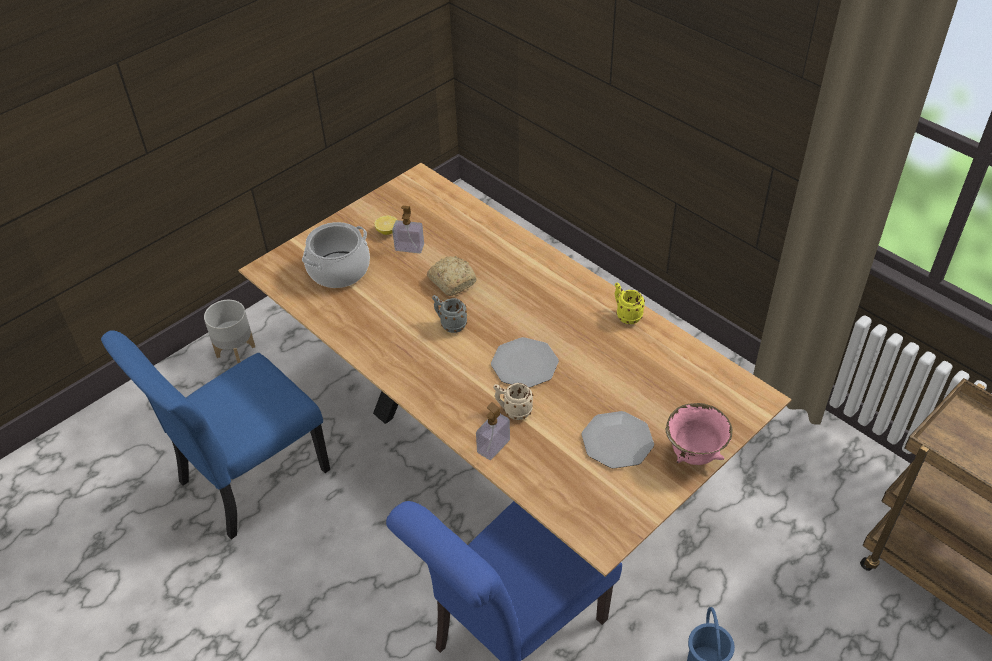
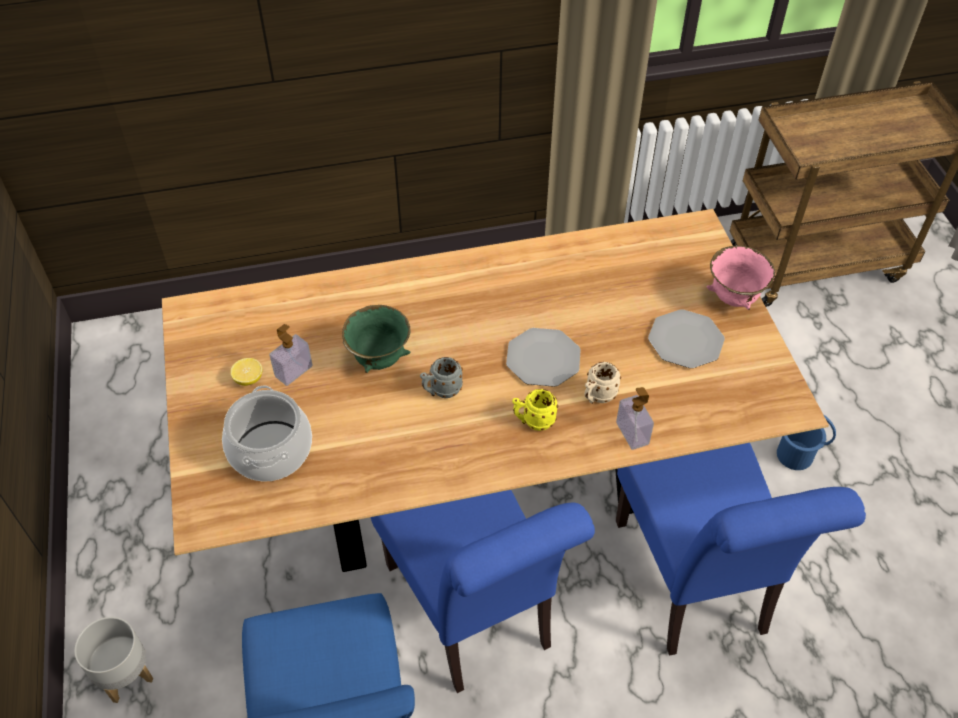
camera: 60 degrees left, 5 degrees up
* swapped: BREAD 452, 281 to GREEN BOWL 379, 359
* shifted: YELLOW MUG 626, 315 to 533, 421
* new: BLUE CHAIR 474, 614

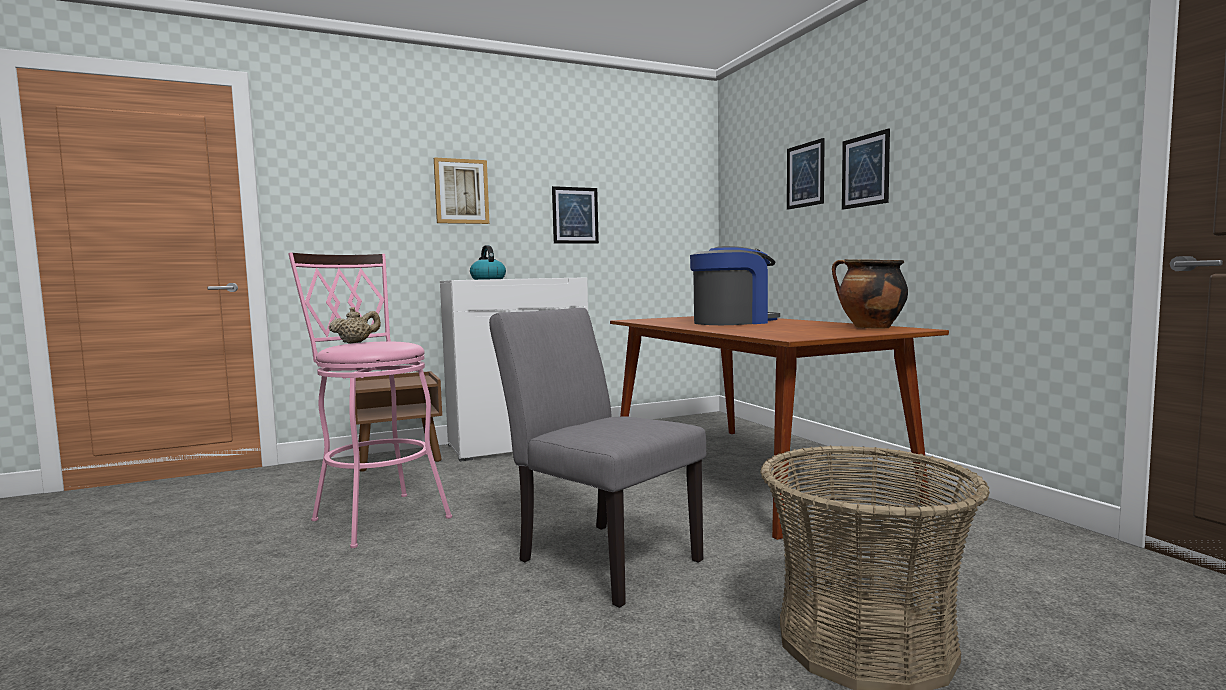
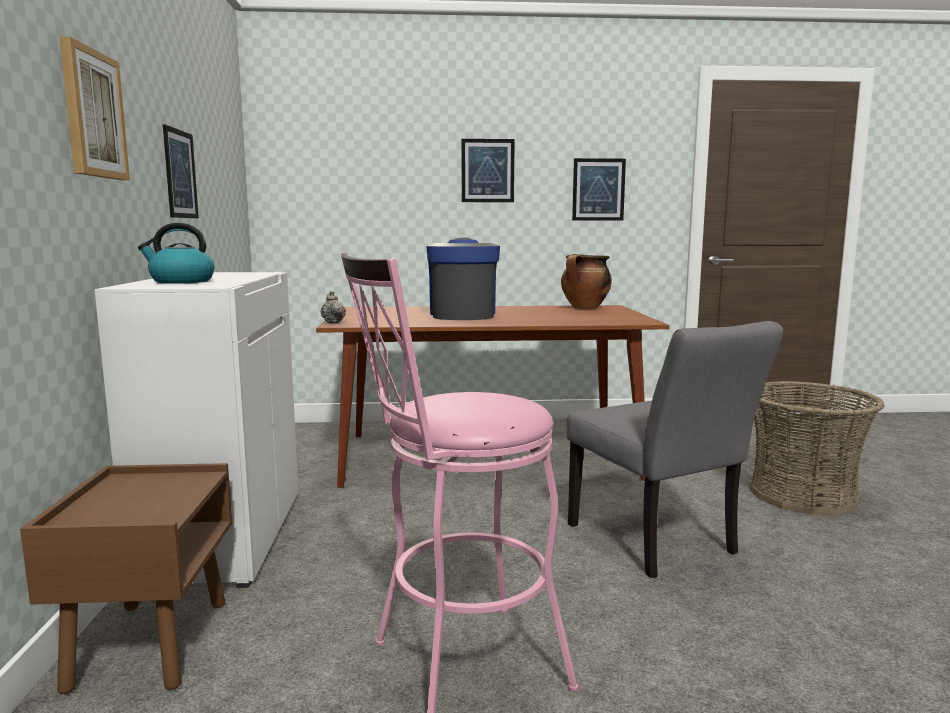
camera: 70 degrees left, 5 degrees up
* shifted: BEIGE TEAPOT 356, 342 to 333, 322
* rotated: GREY CHAIR 599, 556 = 659, 544 90 degrees counterclockwise
* shifted: PICTURE 805, 175 to 598, 189

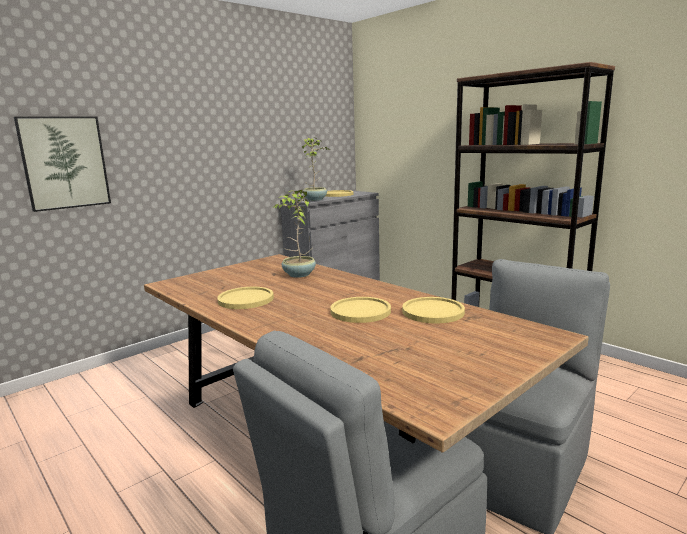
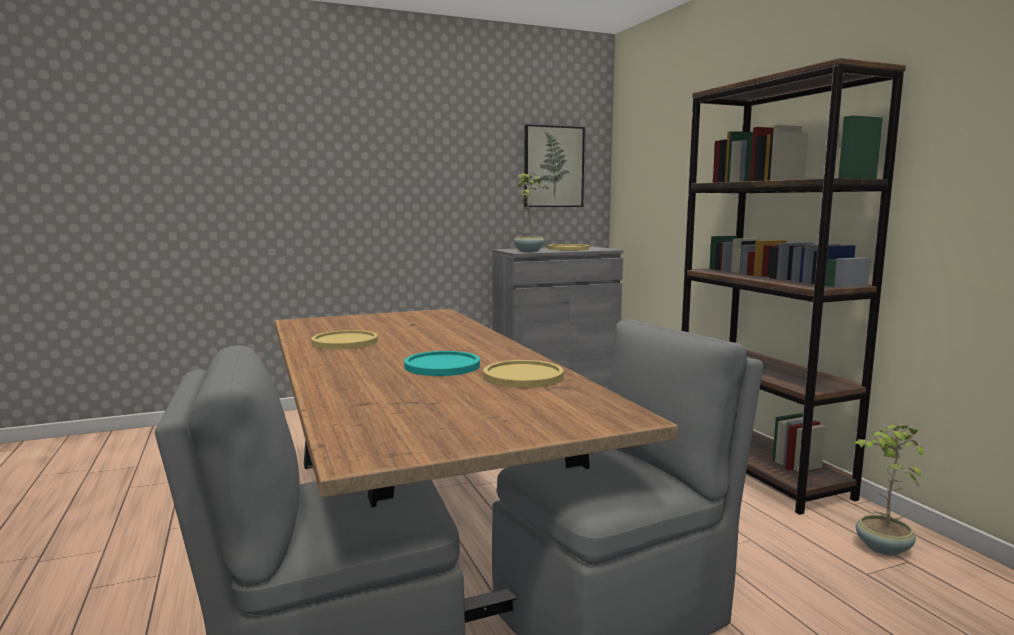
camera: 20 degrees right, 5 degrees down
* shifted: PICTURE 64, 162 to 553, 167
* shifted: POTTED PLANT 298, 275 to 882, 548
* repainted: YELLOW PLATE 360, 311 to TURQUOISE PLATE 442, 366

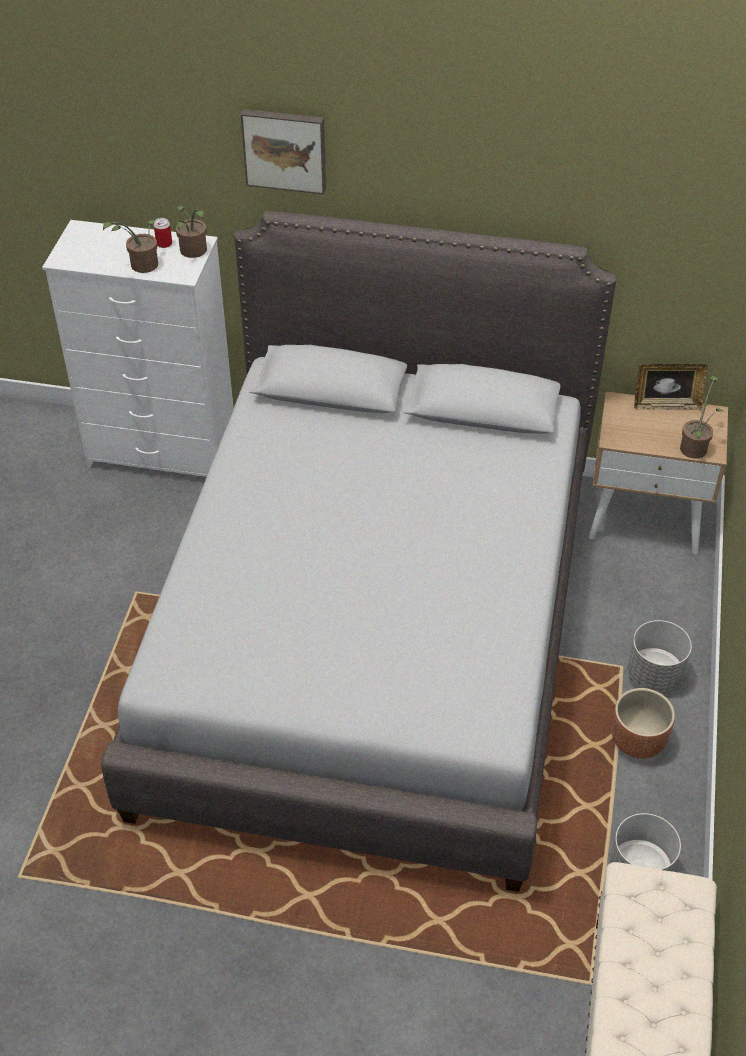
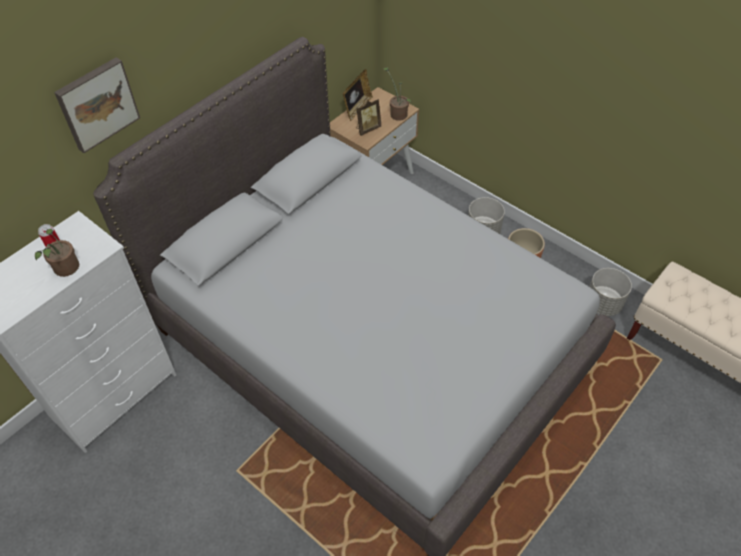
camera: 60 degrees left, 5 degrees up
* gone: POTTED PLANT 193, 252
* new: PICTURE FRAME 367, 129

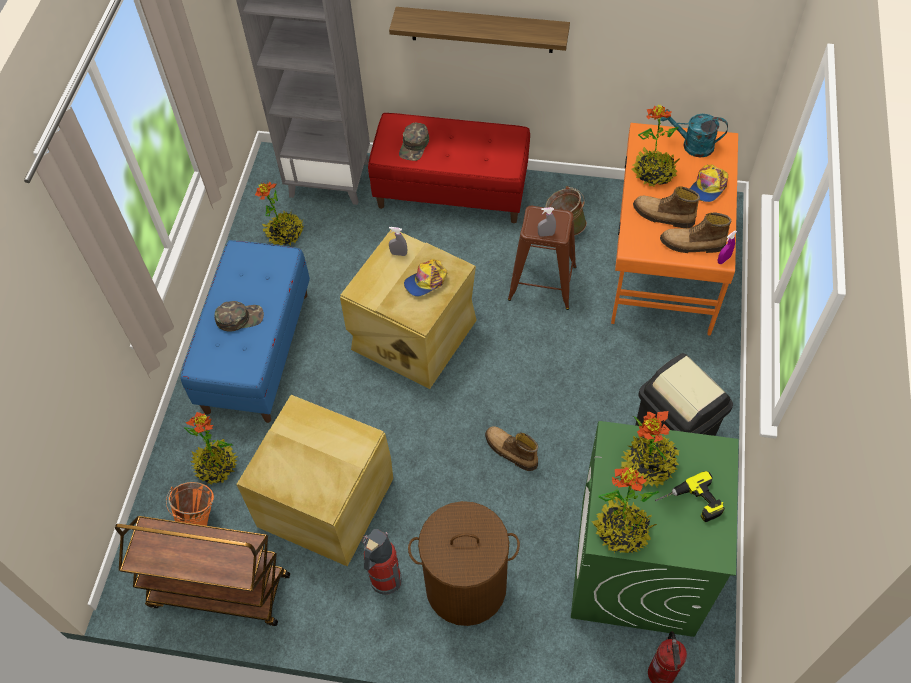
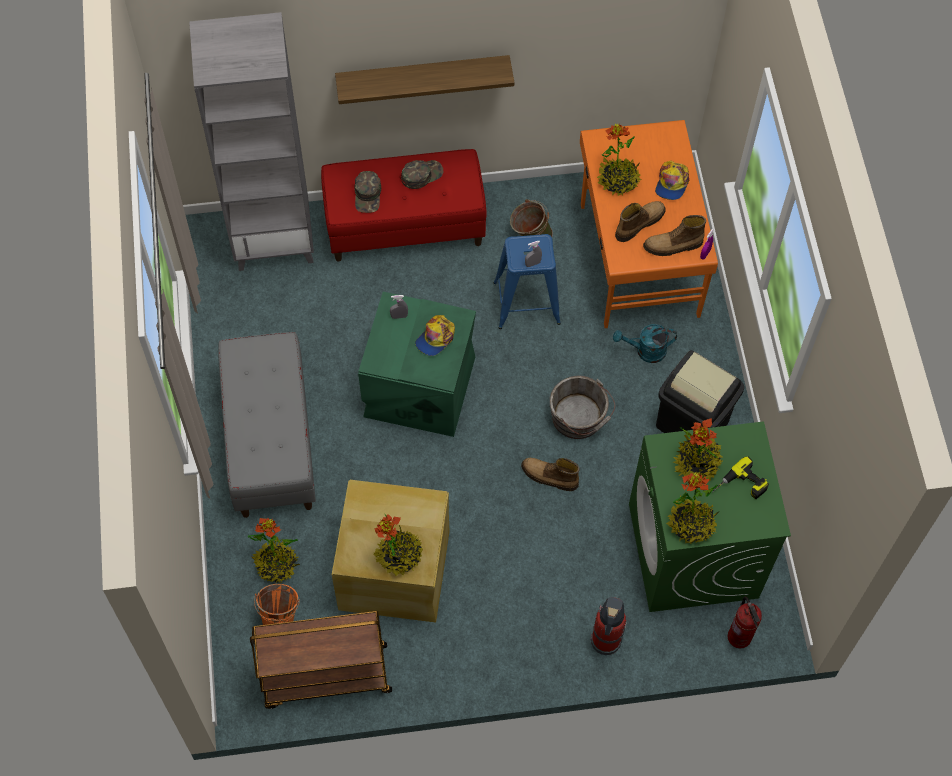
camera: 20 degrees left, 5 degrees up
* repainted: BLUE BENCH 257, 351 to GREY BENCH 270, 442
* shifted: GREEN CAP 240, 317 to 421, 175
* shifted: POTTED PLANT 285, 233 to 399, 555
* repainted: BEIGE STORAGE BOX 412, 335 to GREEN STORAGE BOX 418, 387
* shifted: FIRE EXTINGUISHER 384, 580 to 605, 642
* gone: BROWN LAUNDRY BASKET 465, 586
* repainted: BROWN STOOL 542, 283 to BLUE STOOL 526, 303
* rotated: BOOT 662, 216 = 639, 223 135 degrees clockwise
* shifted: TURQUOISE WATERING CAN 692, 145 to 645, 351
* new: GREY BUCKET 579, 418

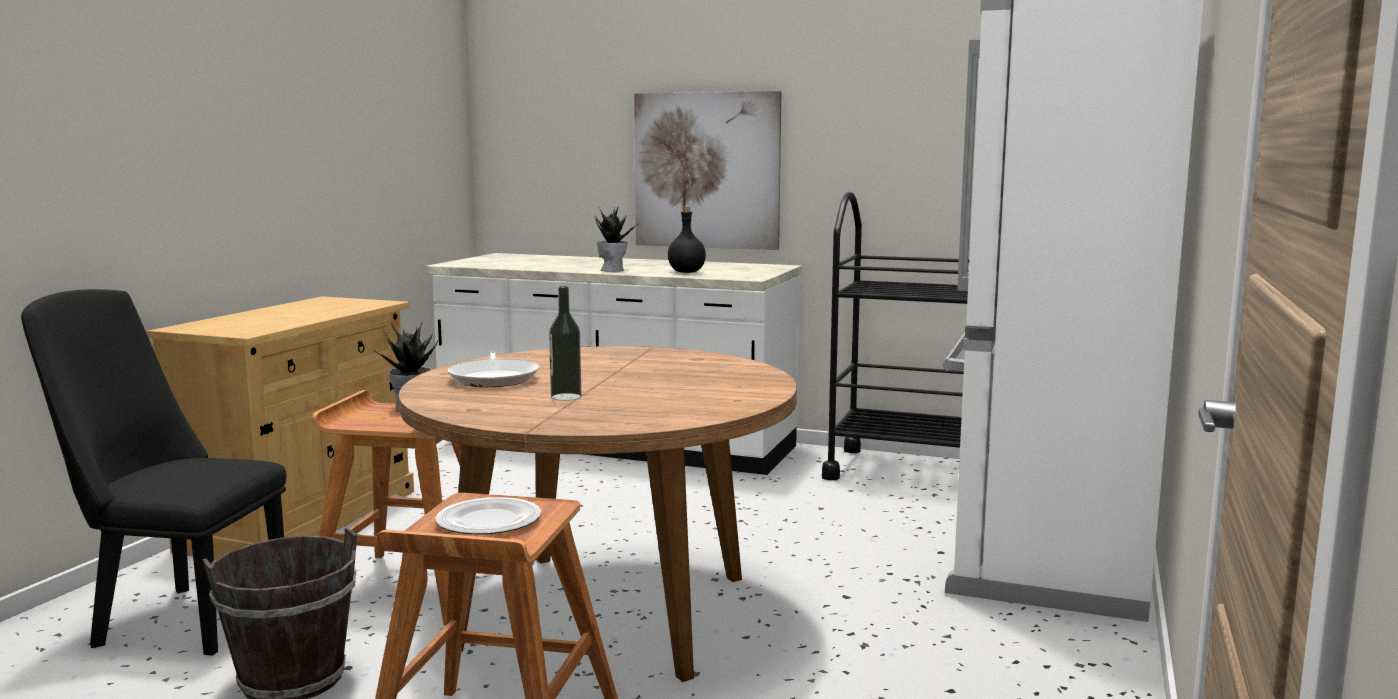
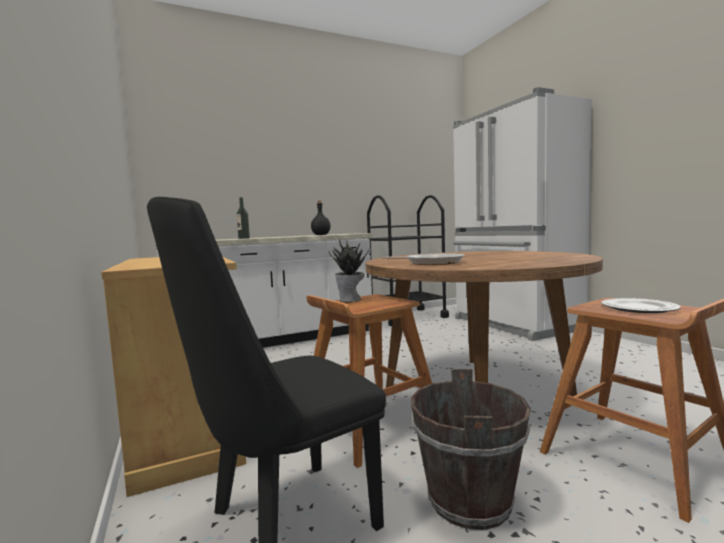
camera: 45 degrees left, 5 degrees down
* shifted: BOTTLE 566, 397 to 244, 238
* gone: POTTED PLANT 613, 270
* gone: PICTURE 706, 170

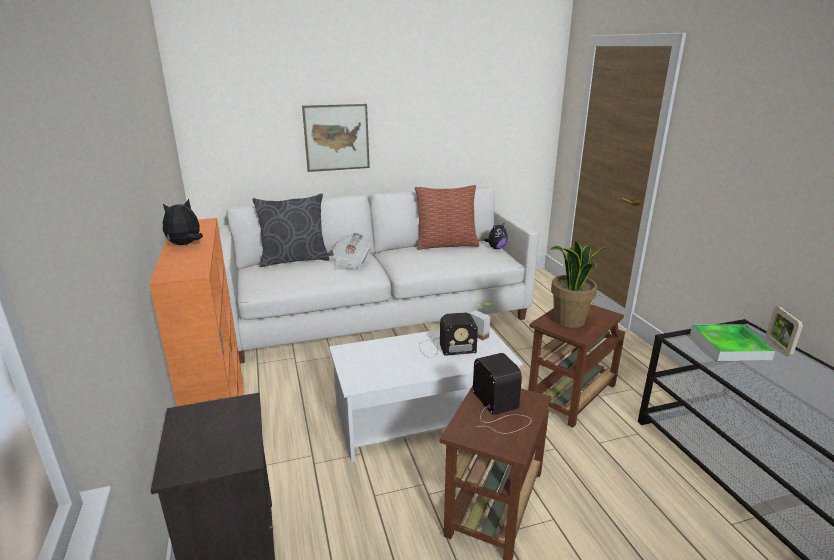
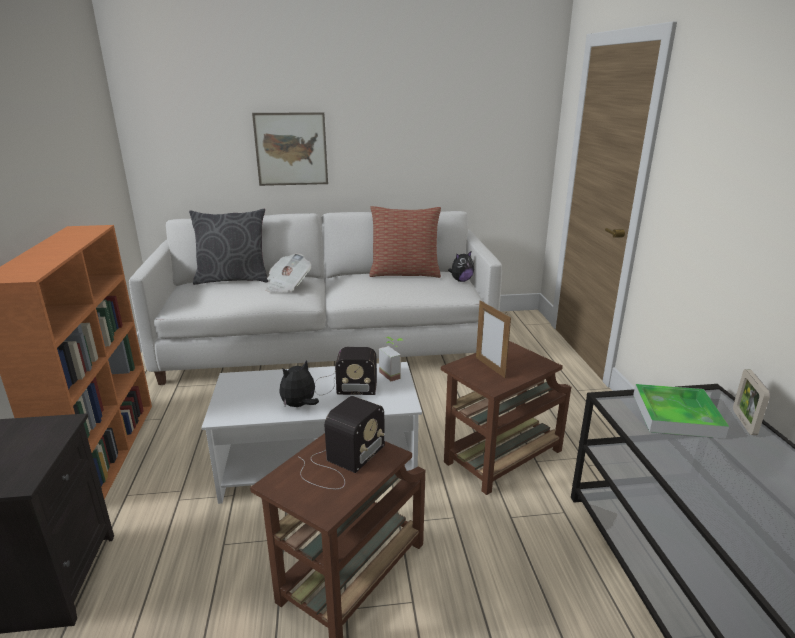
camera: 10 degrees right, 0 degrees up
* shifted: PLUSH TOY 185, 244 to 299, 406
* rotated: RADIO 500, 410 = 341, 462 45 degrees clockwise
* swapped: POTTED PLANT 569, 321 to PICTURE FRAME 490, 367

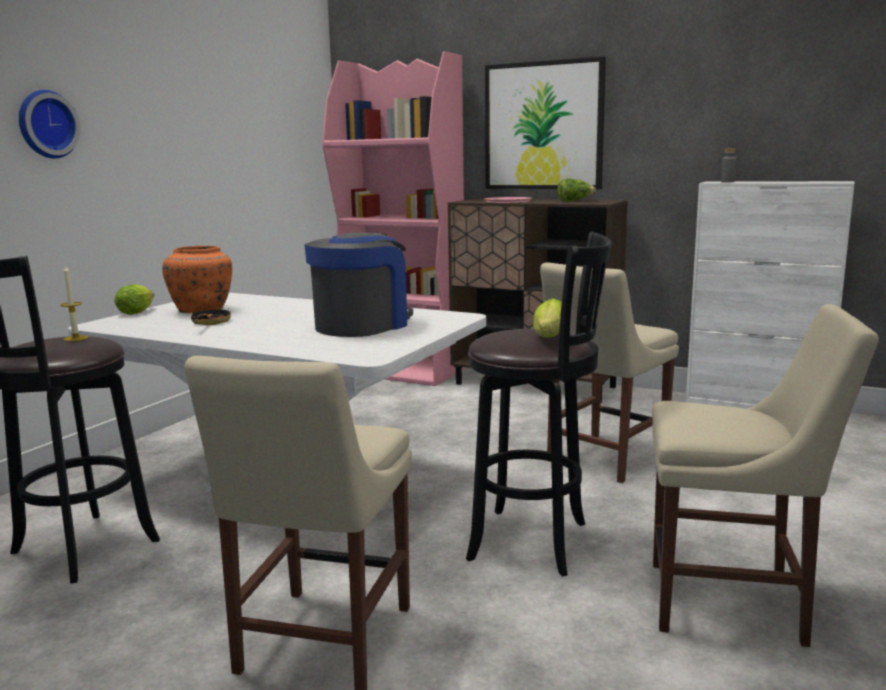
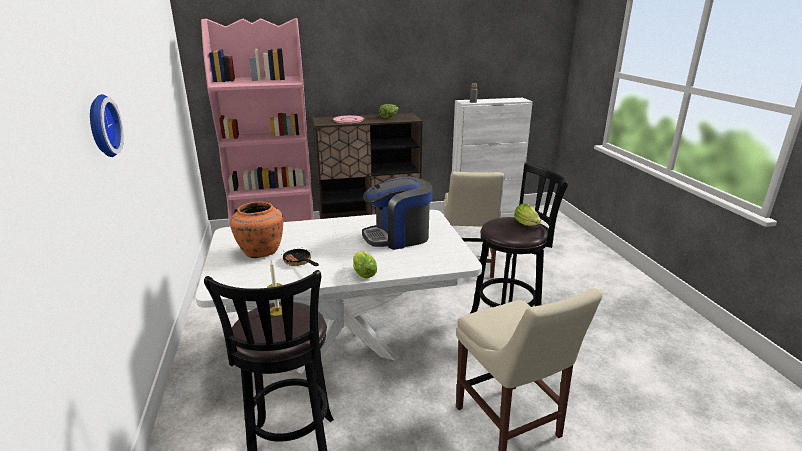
camera: 40 degrees left, 10 degrees up
* shifted: LETTUCE 138, 312 to 363, 273
* rotated: COFFEE MACHINE 362, 325 = 398, 237 105 degrees counterclockwise
* gone: PICTURE 543, 126
* gone: BEIGE CHAIR 734, 603

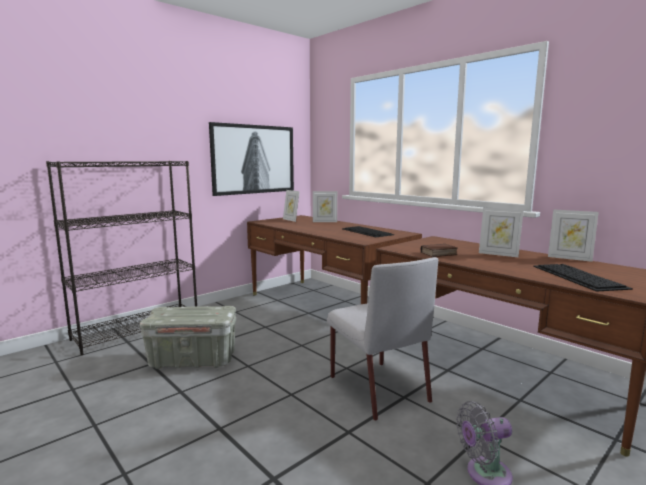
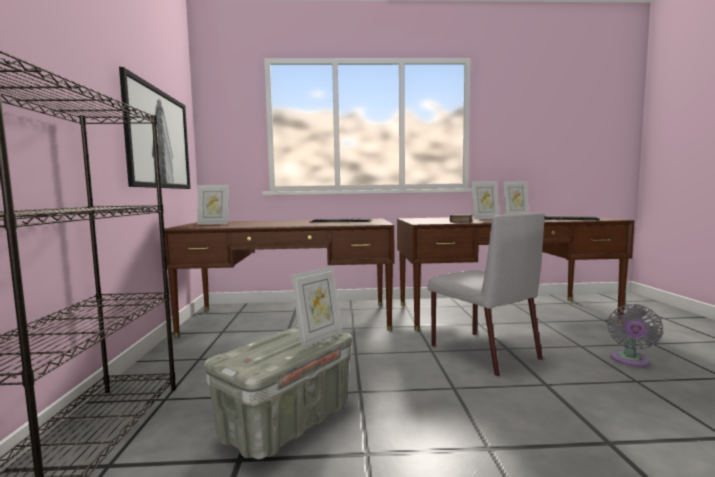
camera: 50 degrees left, 5 degrees down
* shifted: PICTURE FRAME 325, 221 to 318, 338
* rotated: GREY CHAIR 377, 388 = 482, 352 45 degrees clockwise

